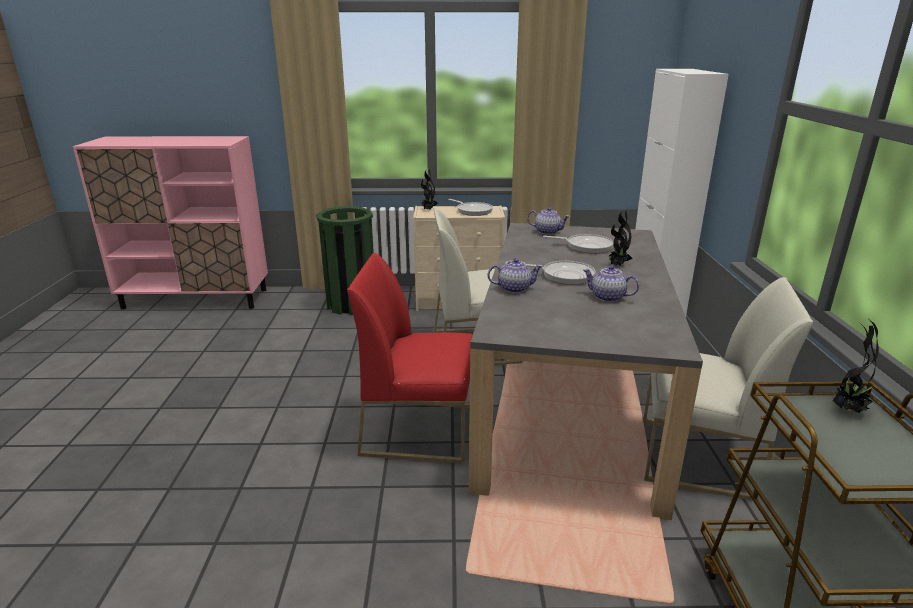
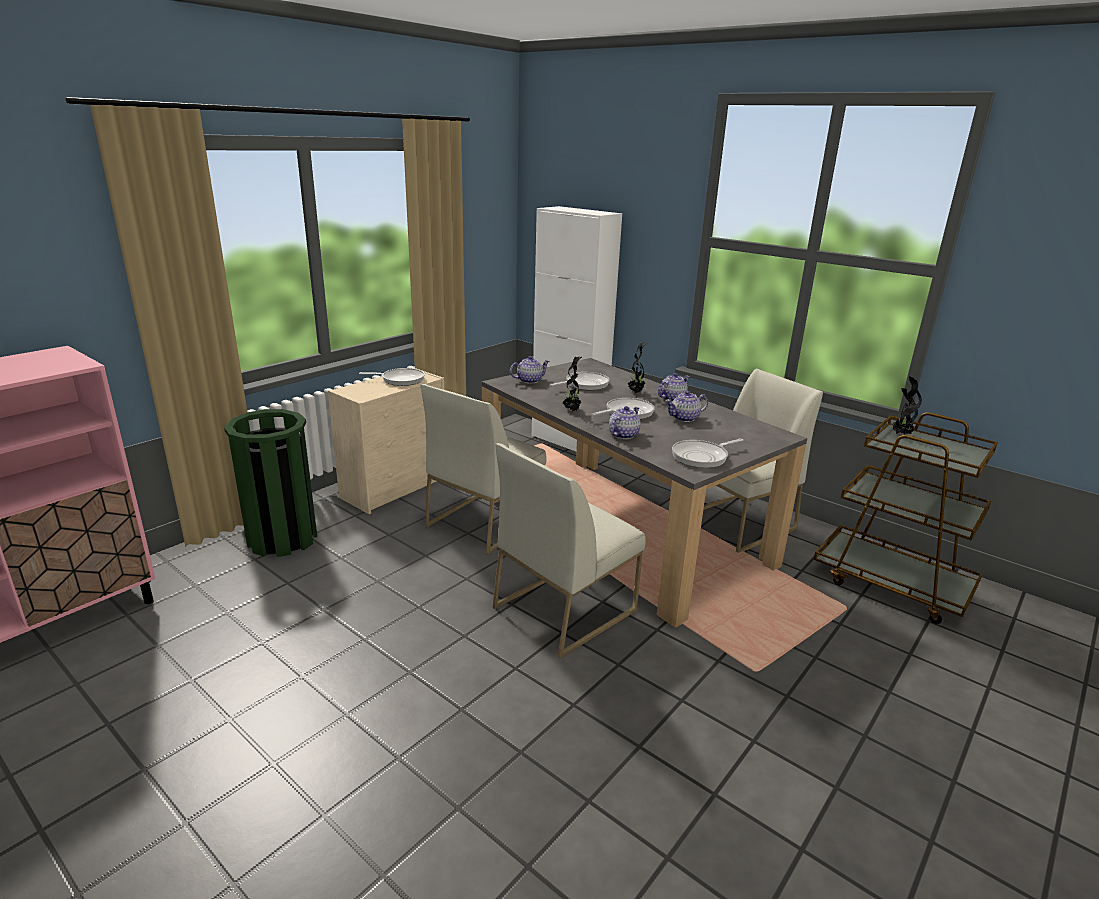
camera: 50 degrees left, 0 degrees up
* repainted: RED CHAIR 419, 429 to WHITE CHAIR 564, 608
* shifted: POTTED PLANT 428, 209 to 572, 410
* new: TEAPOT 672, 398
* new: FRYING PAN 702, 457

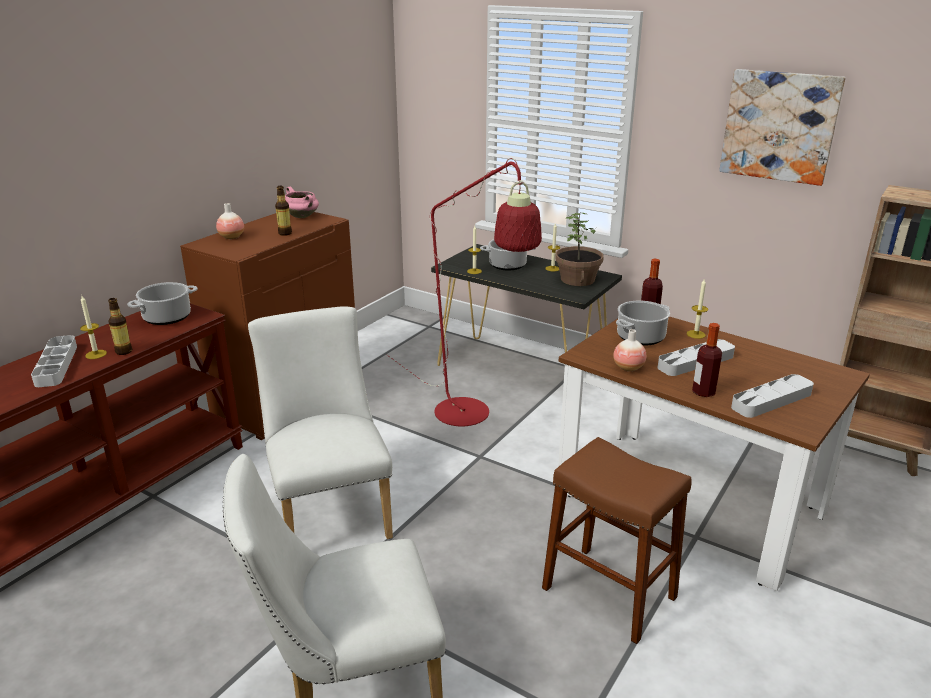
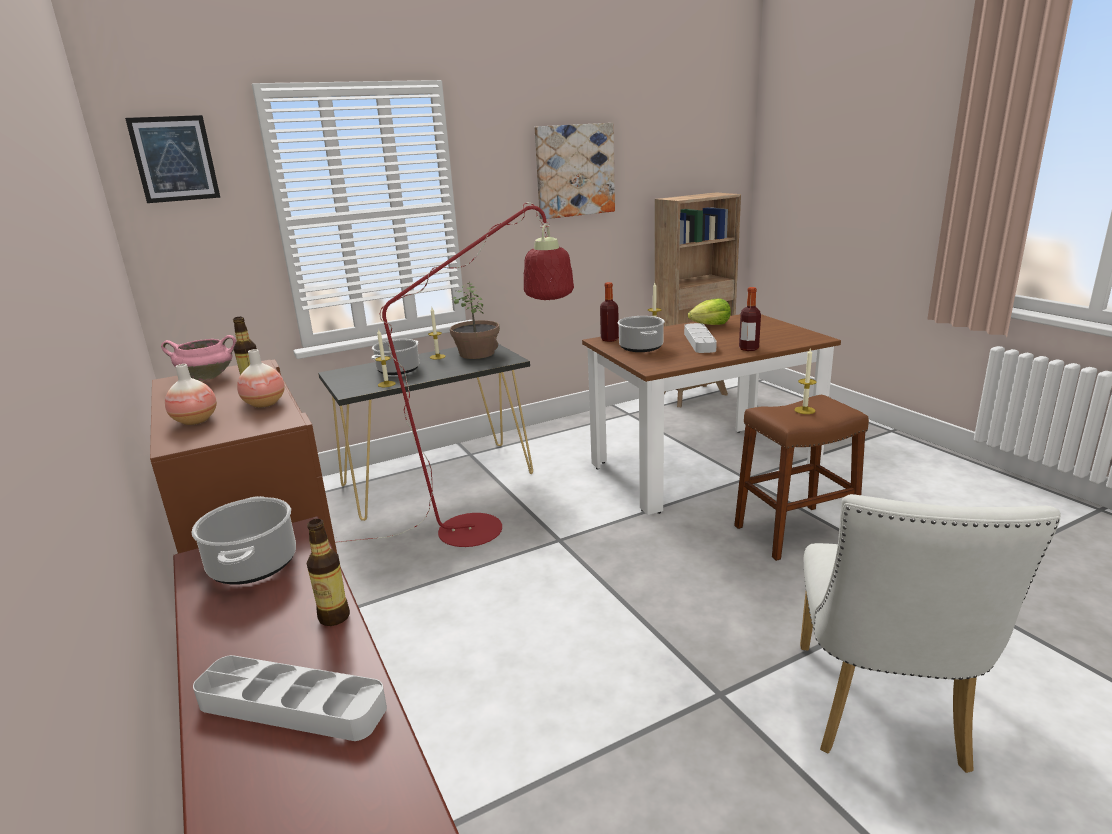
camera: 60 degrees left, 5 degrees down
* shifted: CANDLE 96, 354 to 804, 410
* gone: WHITE CHAIR 330, 511
* shifted: VASE 628, 367 to 264, 404
* gone: GREY TRAY 771, 400
* new: PICTURE 174, 159
* new: LETTUCE 710, 325

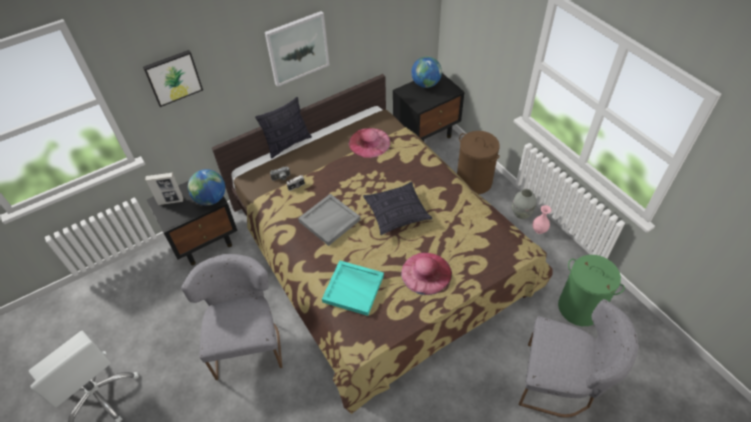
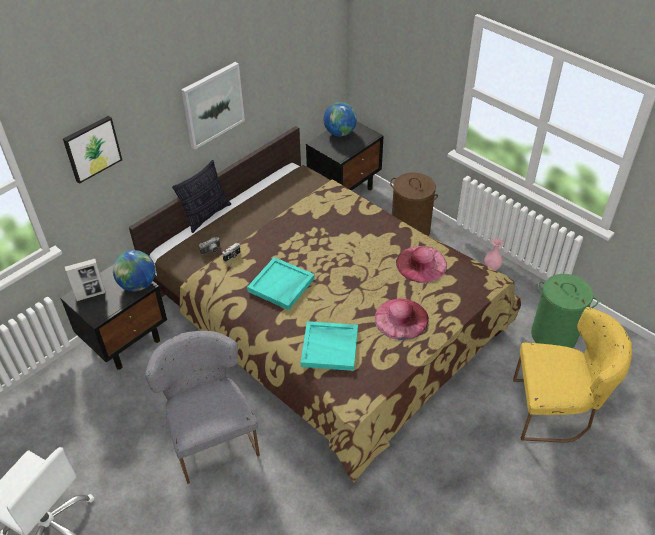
camera: 15 degrees left, 5 degrees down
* repainted: GREY TRAY 329, 221 to TURQUOISE TRAY 281, 285
* shifted: PINK HAT 369, 142 to 421, 264
* gone: PILLOW 397, 213
* gone: GREY VASE 521, 214
* repainted: GREY CHAIR 560, 383 to YELLOW CHAIR 555, 411

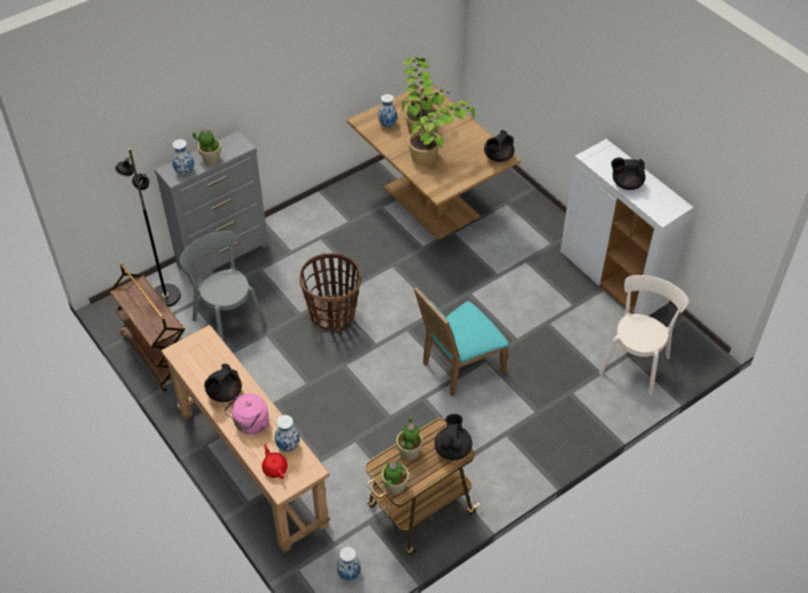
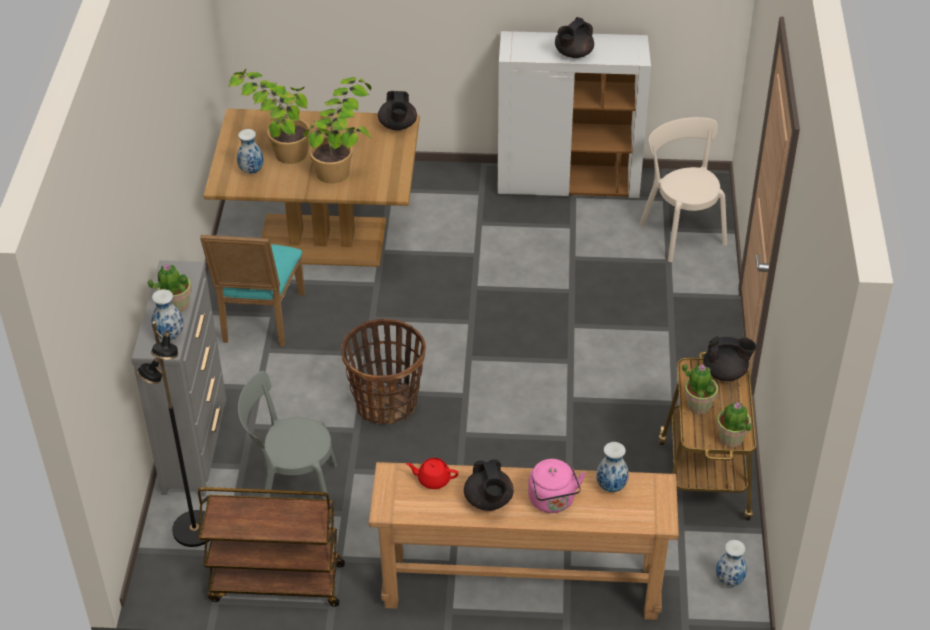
camera: 50 degrees left, 5 degrees down
* shifted: RED TEAPOT 275, 468 to 433, 479
* shifted: TURQUOISE CHAIR 458, 367 to 259, 321
* rotated: BLACK TEAPOT 452, 449 = 725, 372 135 degrees clockwise

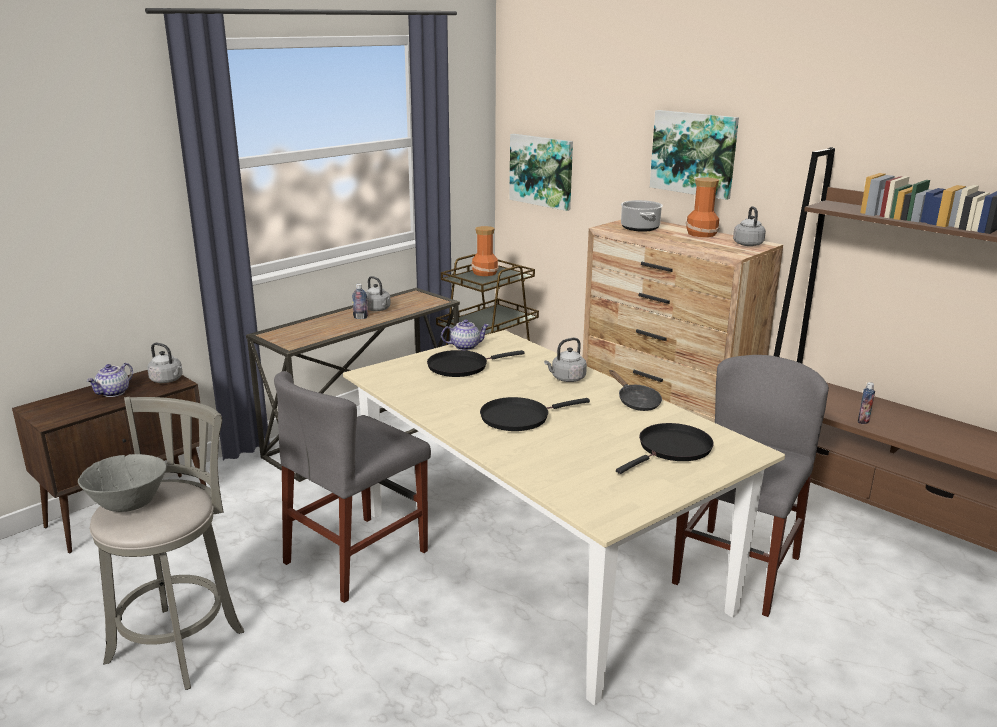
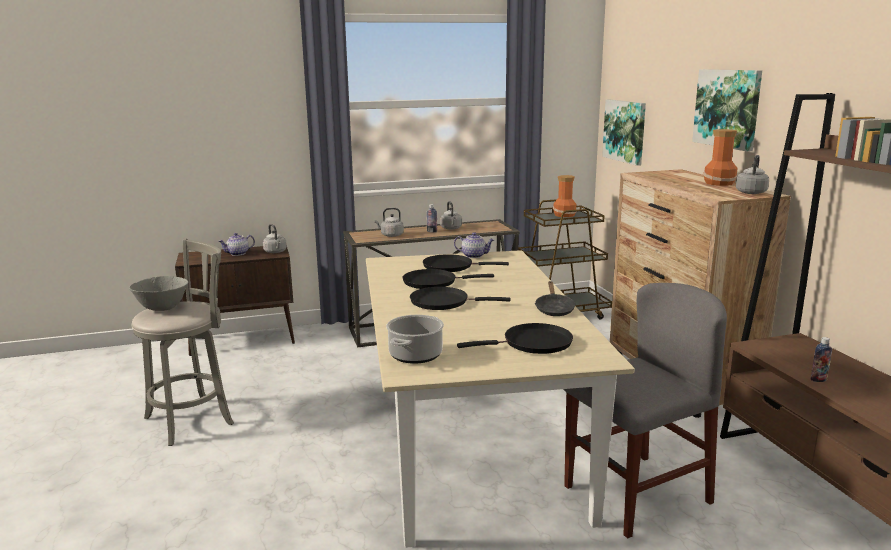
camera: 30 degrees right, 5 degrees down
* gone: GREY CHAIR 357, 556
* shifted: GREY KETTLE 566, 379 to 390, 235
* shifted: COOKING POT 639, 228 to 415, 355
* new: BLACK FRYING PAN 433, 282

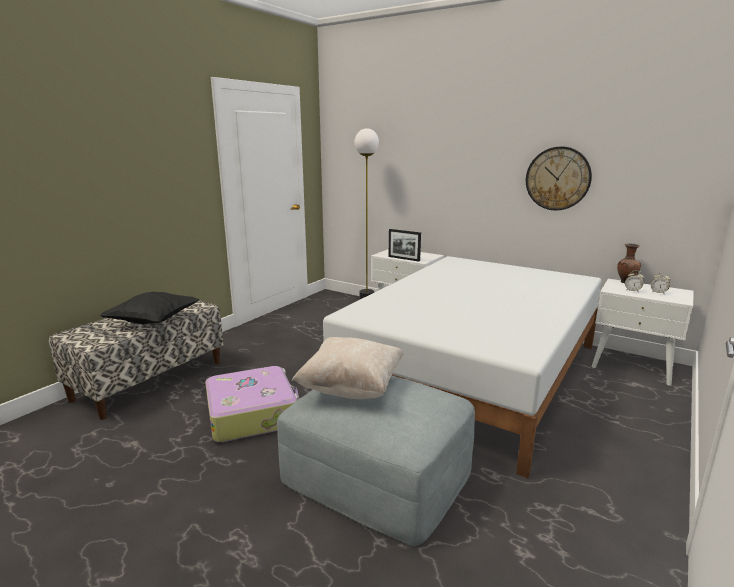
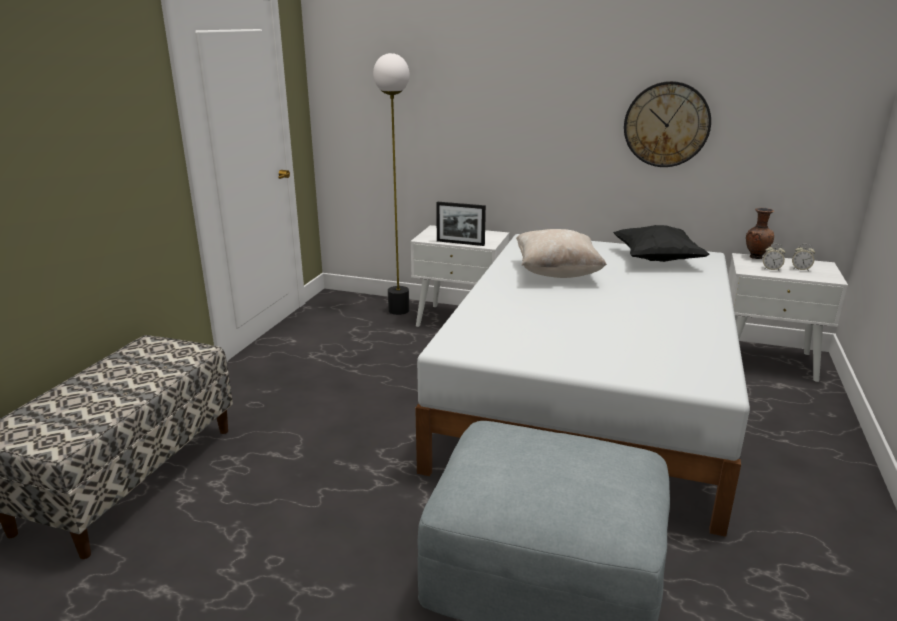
camera: 15 degrees left, 5 degrees up
* shifted: BLACK PILLOW 153, 321 to 656, 260
* gone: SUITCASE 253, 414
* shifted: BEIGE PILLOW 351, 388 to 557, 273

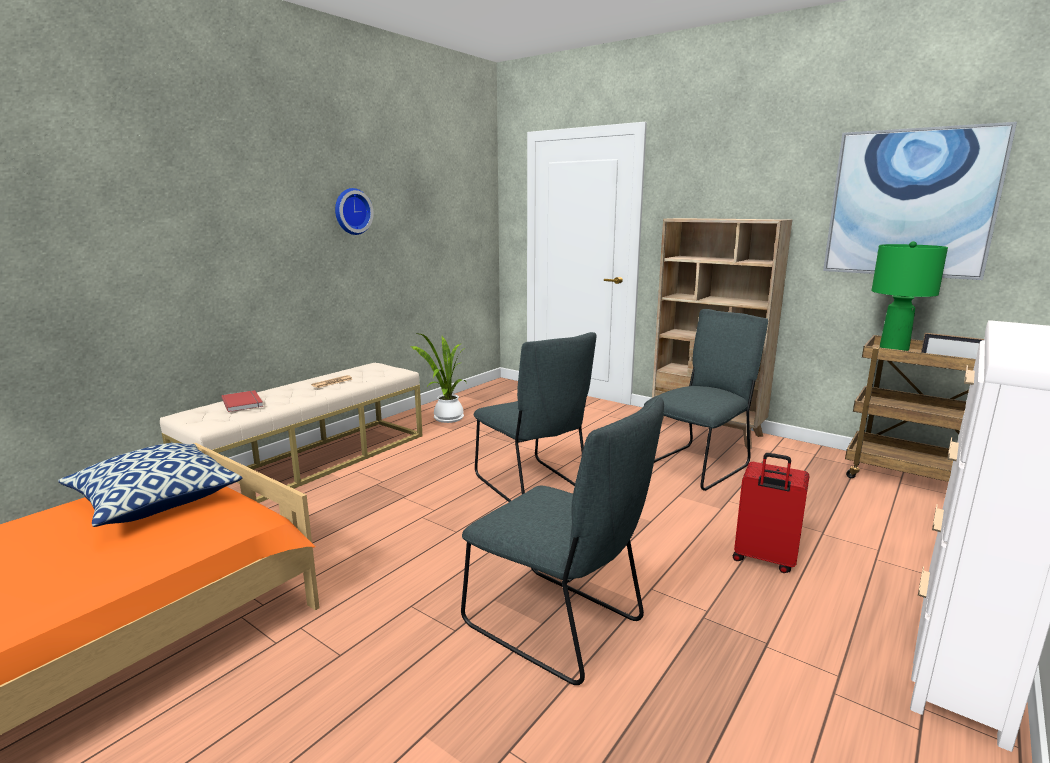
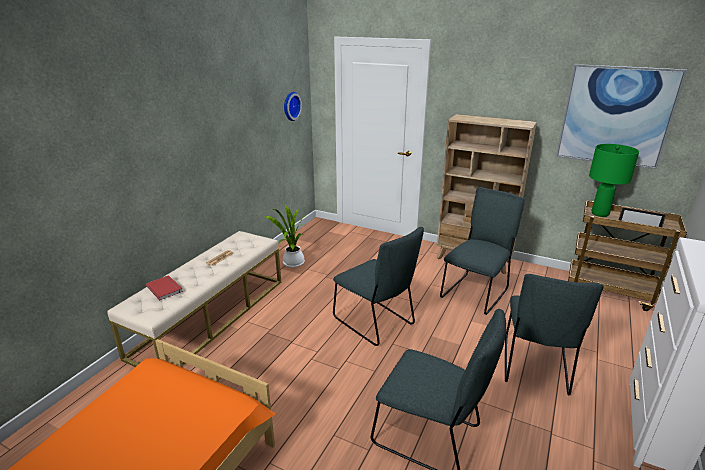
camera: 10 degrees left, 10 degrees up
* gone: PILLOW 154, 501
* shifted: WALL CLOCK 351, 211 to 290, 106
* swapped: RED SUITCASE 764, 559 to GREY CHAIR 535, 368

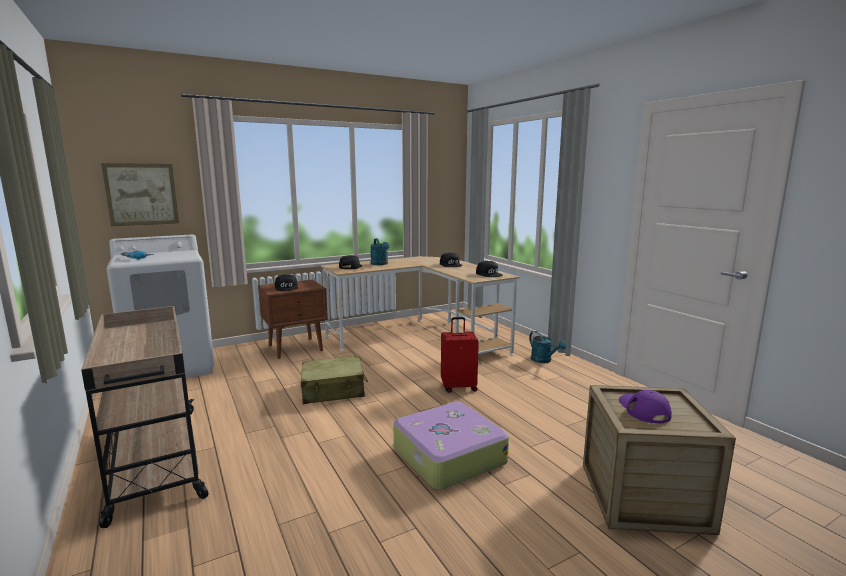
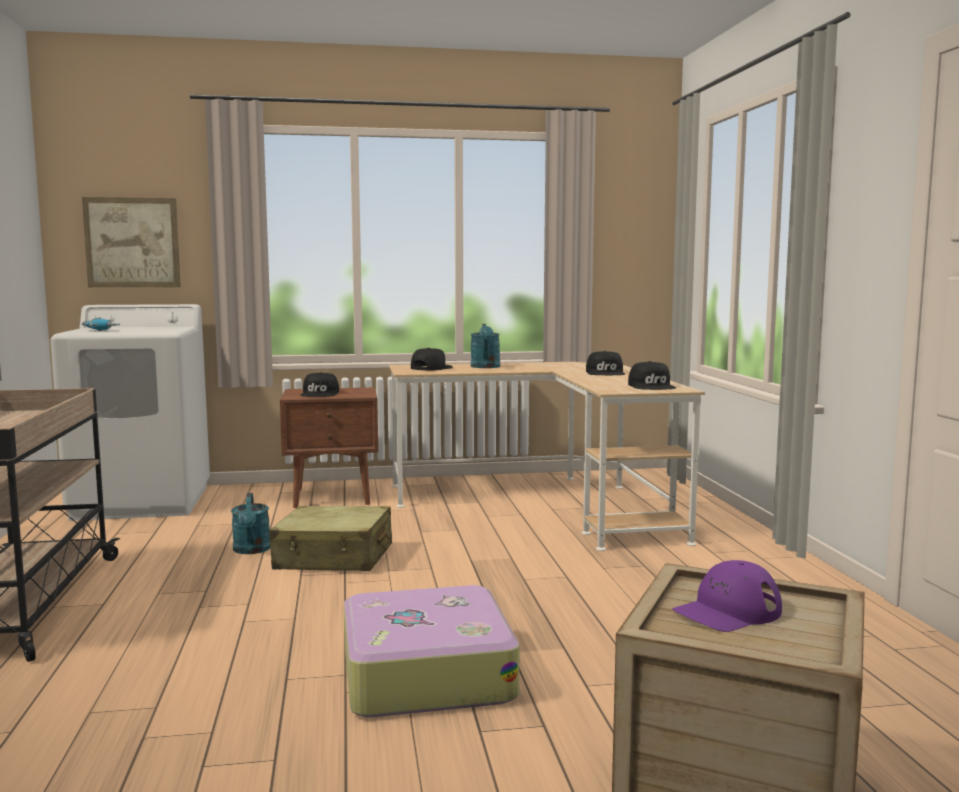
camera: 20 degrees right, 5 degrees down
* gone: RED SUITCASE 458, 387
* shifted: TURQUOISE WATERING CAN 544, 360 to 252, 550
* rotated: PURPLE CAP 643, 409 = 727, 611 135 degrees counterclockwise

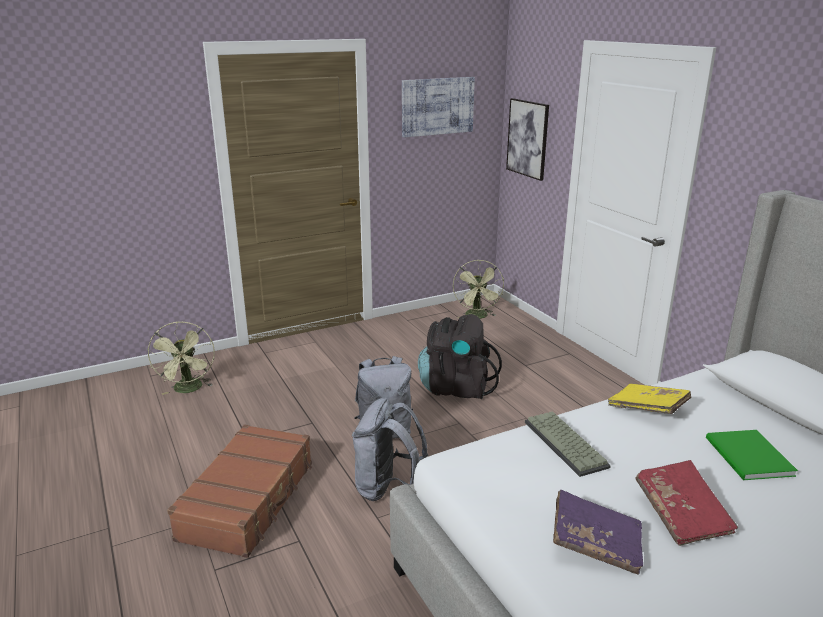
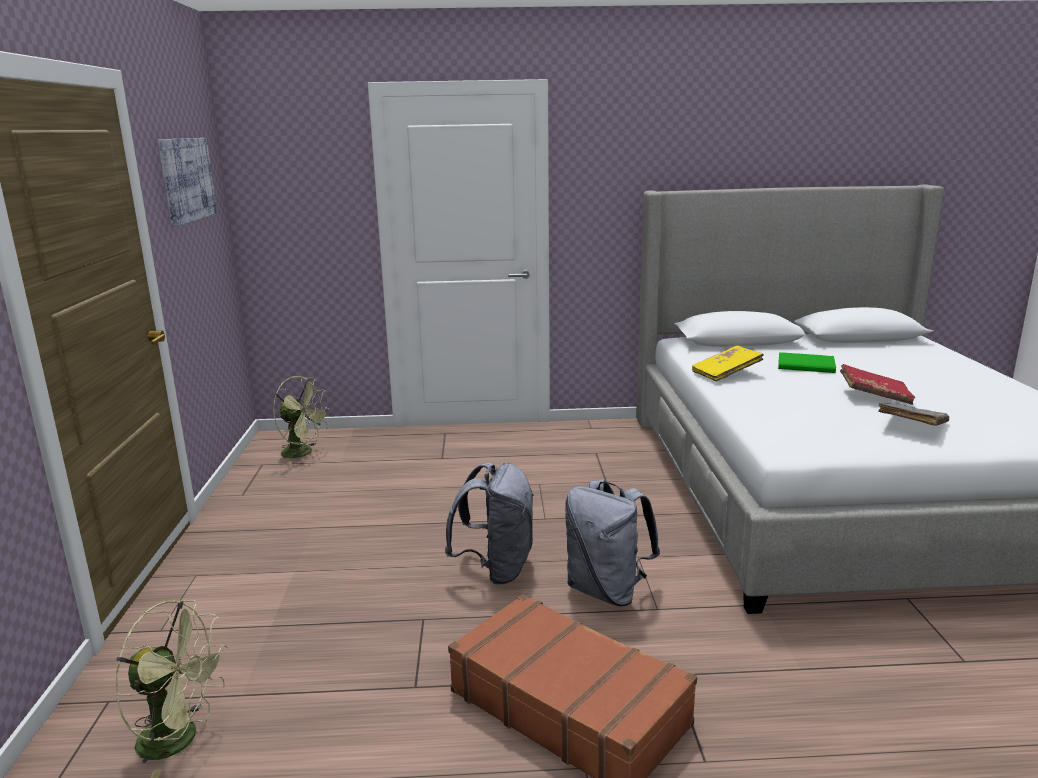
camera: 65 degrees left, 5 degrees down
* gone: BLACK BACKPACK 456, 387
* gone: PICTURE 528, 138
* gone: KEYBOARD 567, 444
* repainted: PURPLE BOOK 595, 544 to GREY BOOK 911, 426

